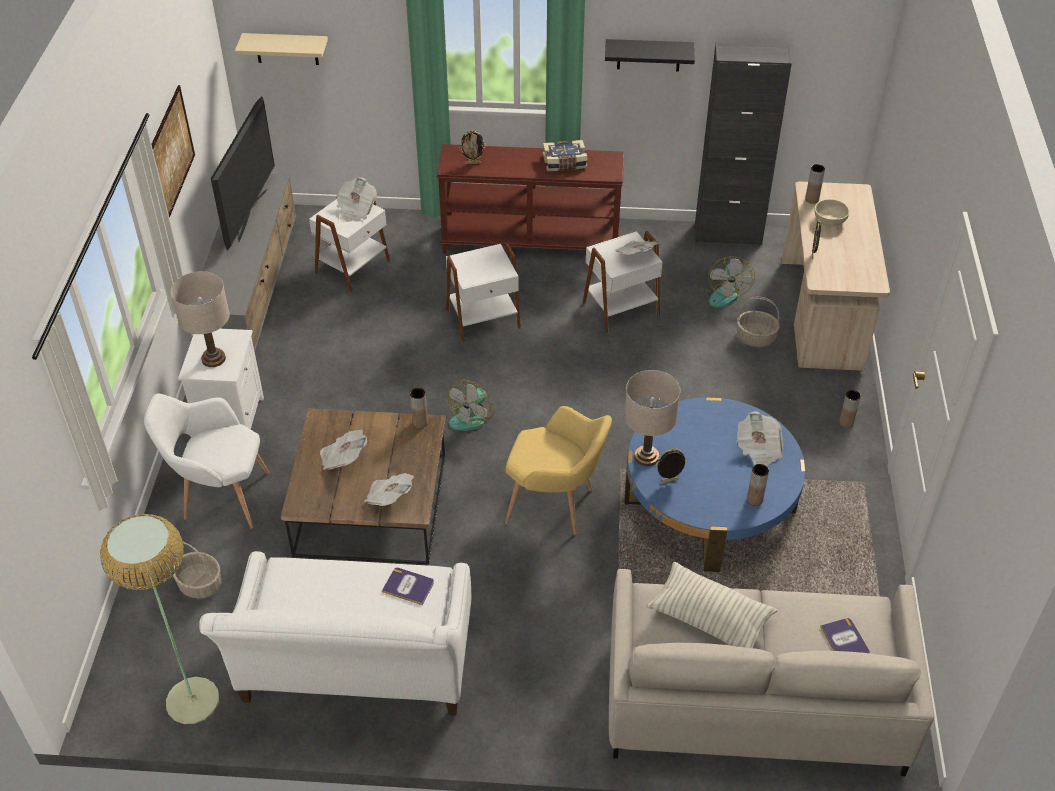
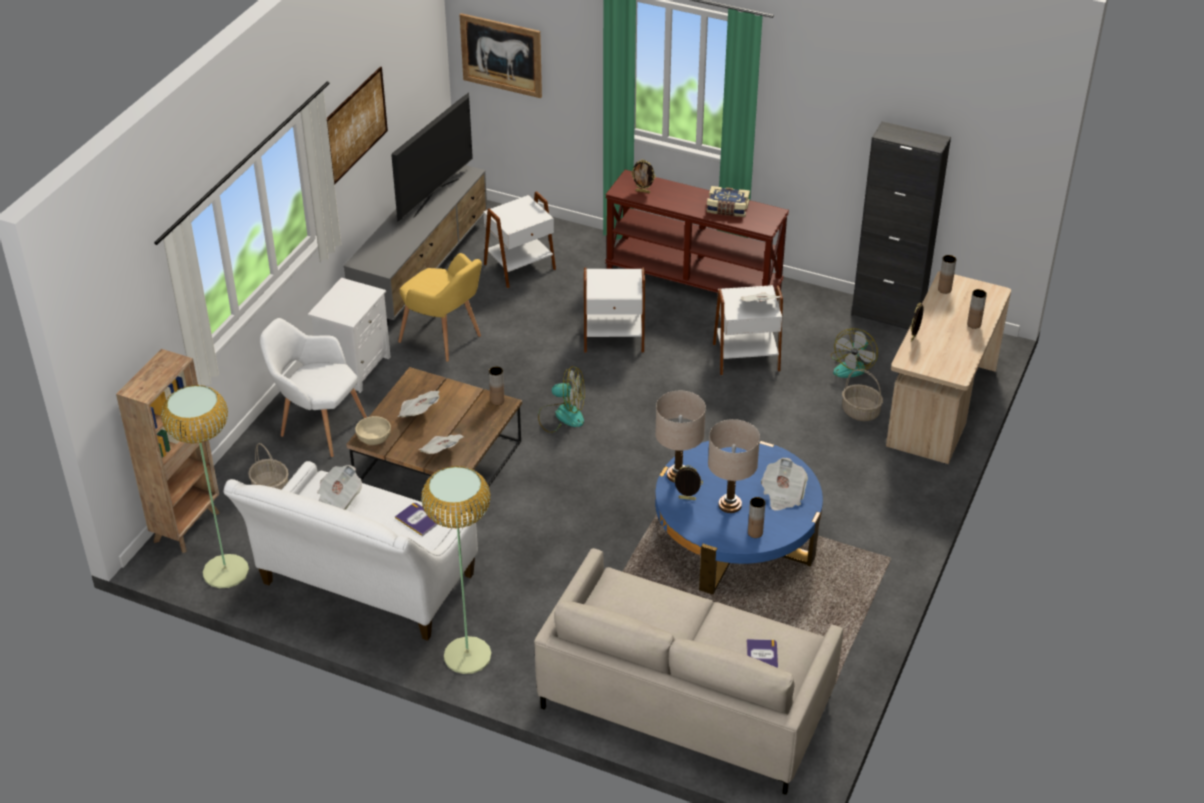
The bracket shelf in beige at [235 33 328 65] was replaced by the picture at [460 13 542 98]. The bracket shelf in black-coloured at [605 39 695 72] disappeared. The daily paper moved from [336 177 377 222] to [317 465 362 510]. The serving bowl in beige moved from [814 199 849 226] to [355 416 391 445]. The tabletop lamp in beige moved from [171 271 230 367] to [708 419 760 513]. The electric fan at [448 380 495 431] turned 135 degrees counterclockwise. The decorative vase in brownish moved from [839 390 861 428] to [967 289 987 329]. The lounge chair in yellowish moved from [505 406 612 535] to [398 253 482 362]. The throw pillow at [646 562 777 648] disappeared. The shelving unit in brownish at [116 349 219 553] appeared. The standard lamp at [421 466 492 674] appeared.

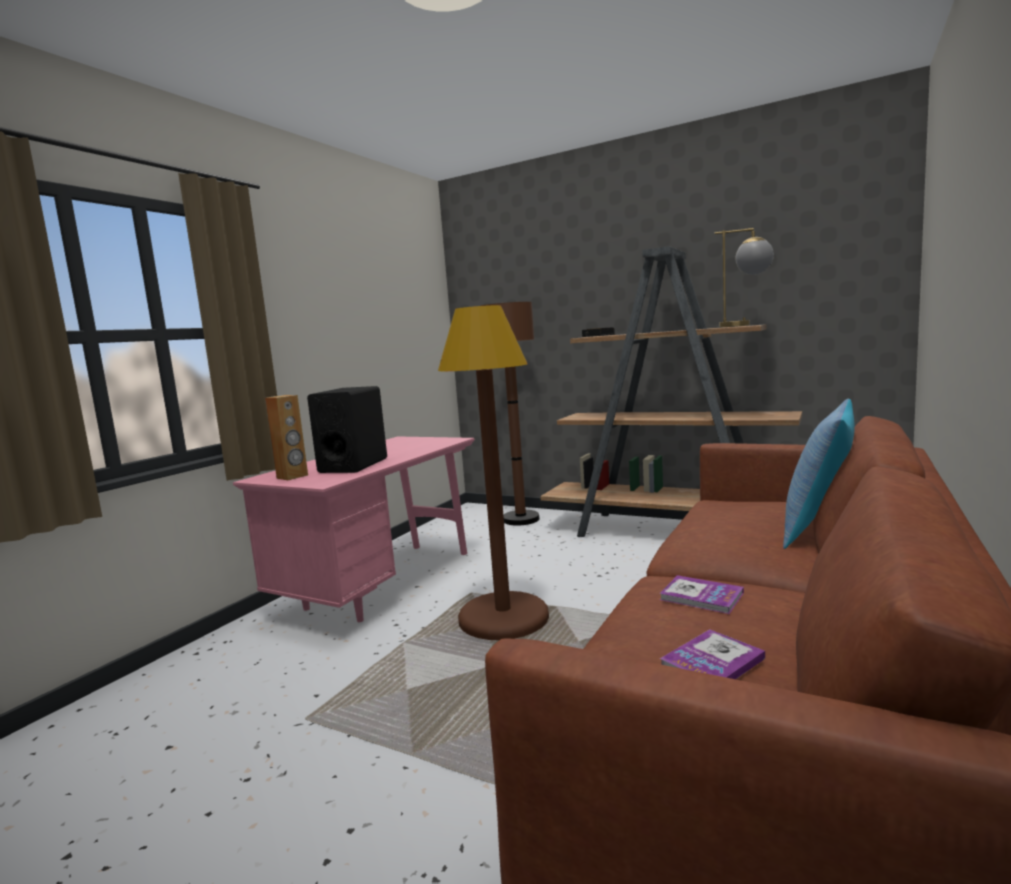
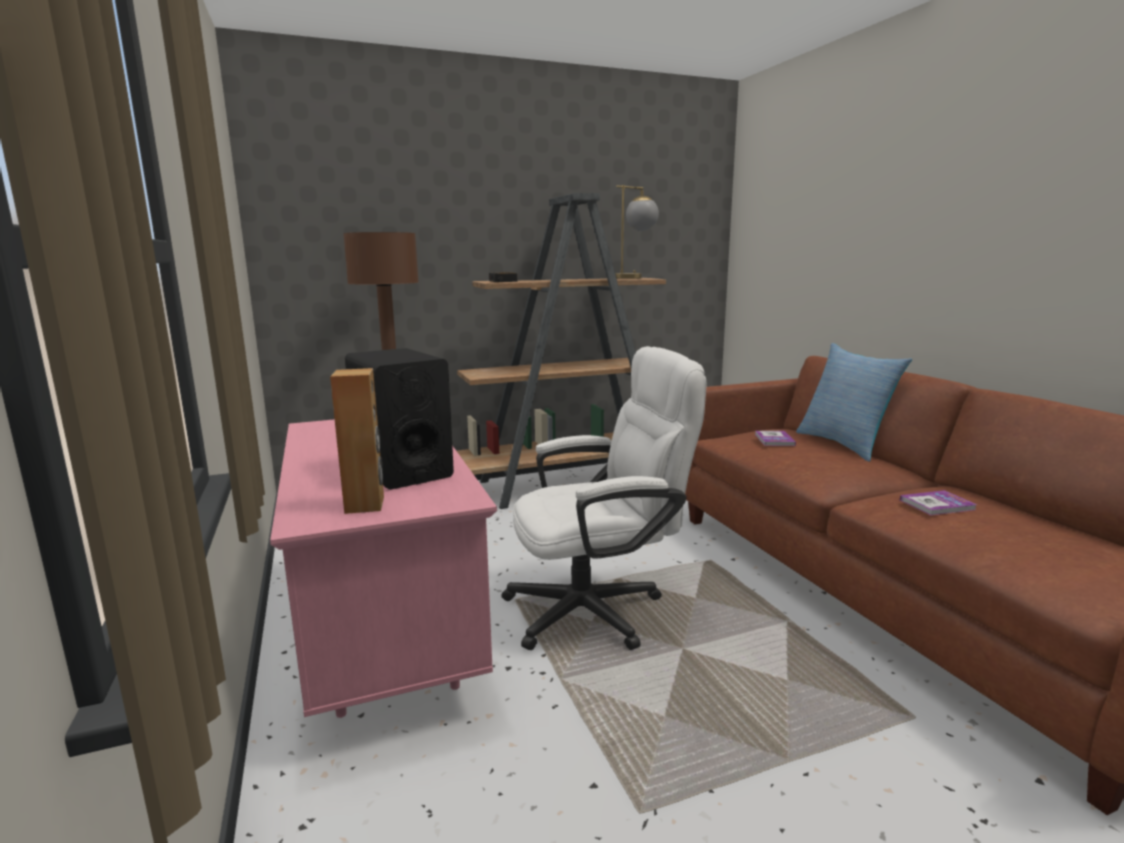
The standard lamp in brownish at [438 305 549 640] was replaced by the desk chair in white-coloured at [501 346 707 650]. The volume moved from [660 629 765 679] to [755 431 796 446].

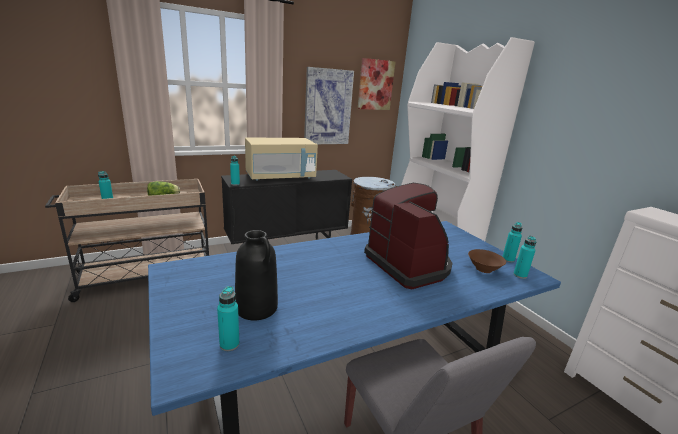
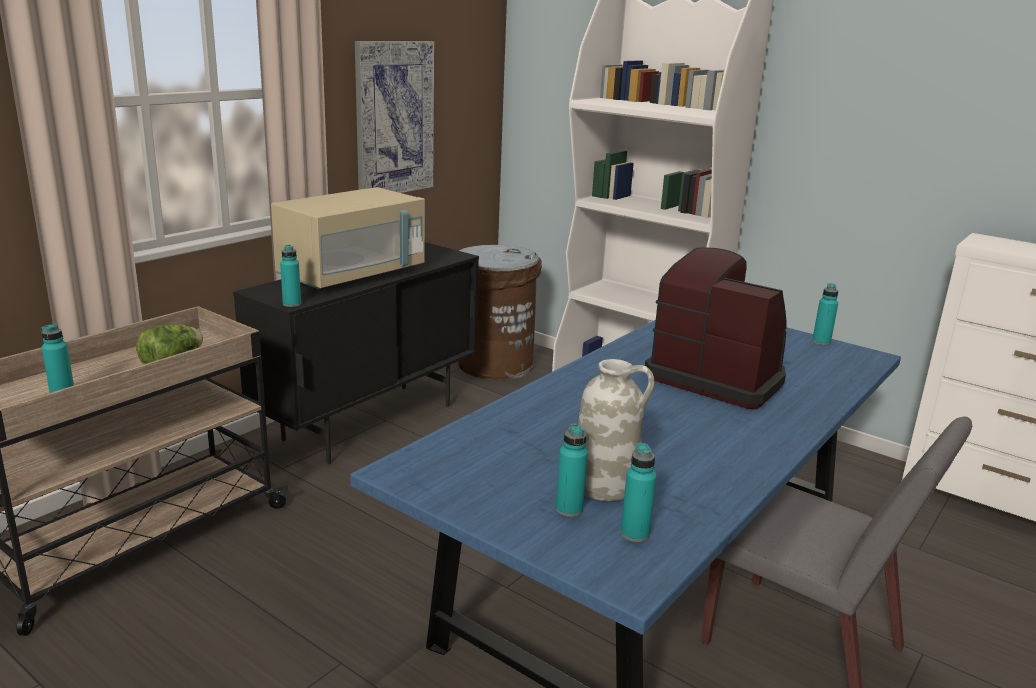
The picture at [358 58 395 110] disappeared. The decorative vase in black-coloured at [235 230 278 320] became the decorative vase in white-coloured at [578 359 654 501]. The beverage bottle in turquoise-coloured moved from [513 236 536 279] to [556 424 588 517]. The serving bowl in brownish at [468 249 506 273] disappeared.

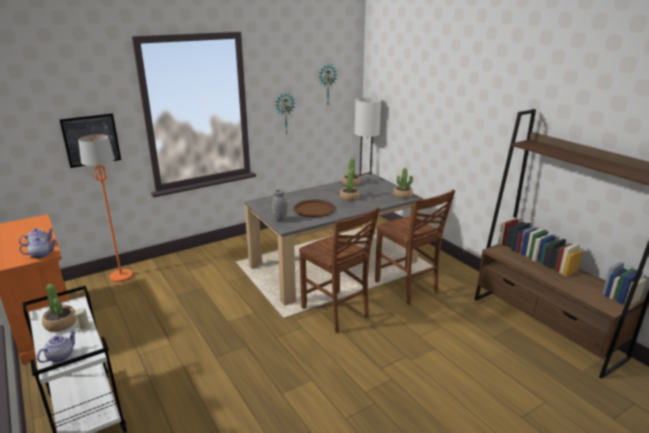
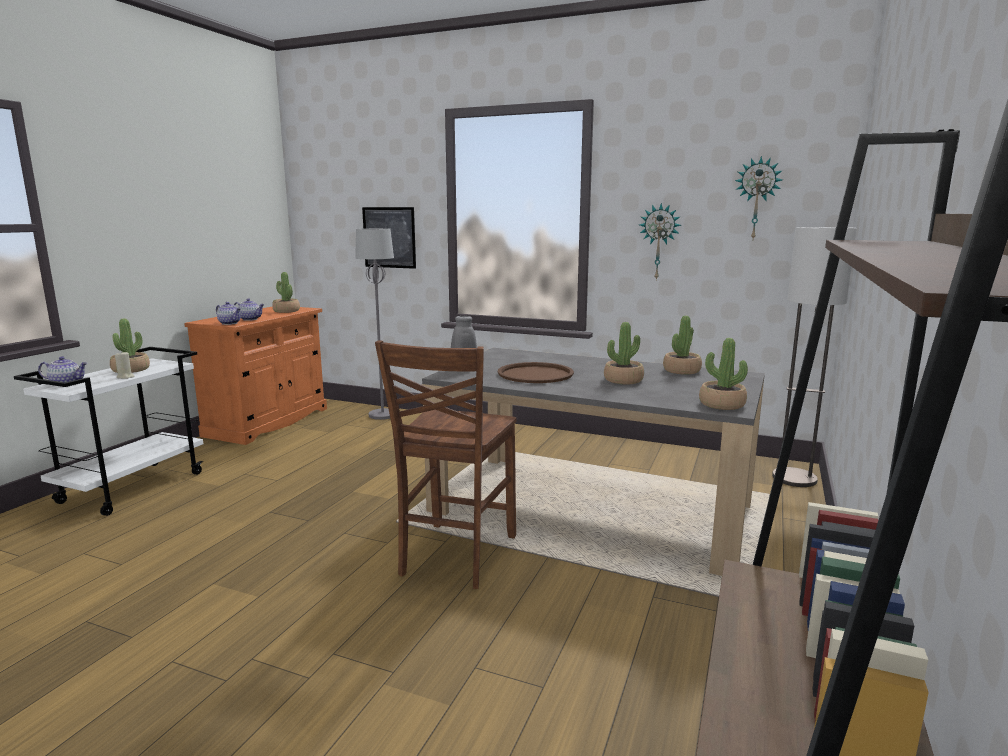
The standard lamp in orange-coloured at [78 134 133 282] became the standard lamp in grey at [355 228 394 420]. The chair in brownish at [375 189 456 305] disappeared. The plant in a pot at [272 272 300 313] appeared.

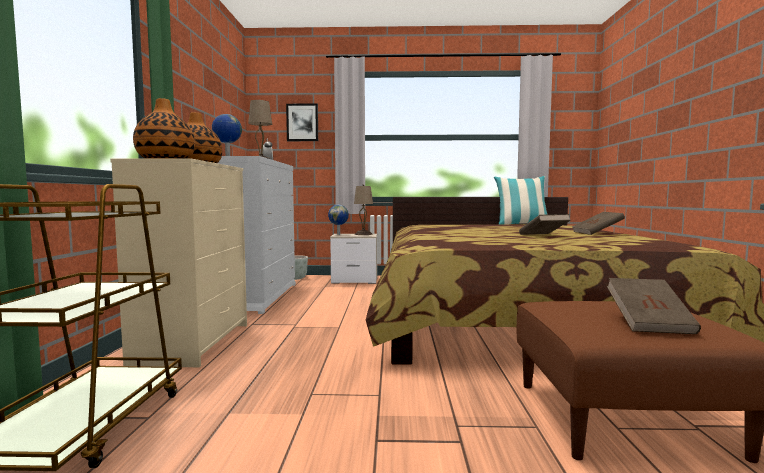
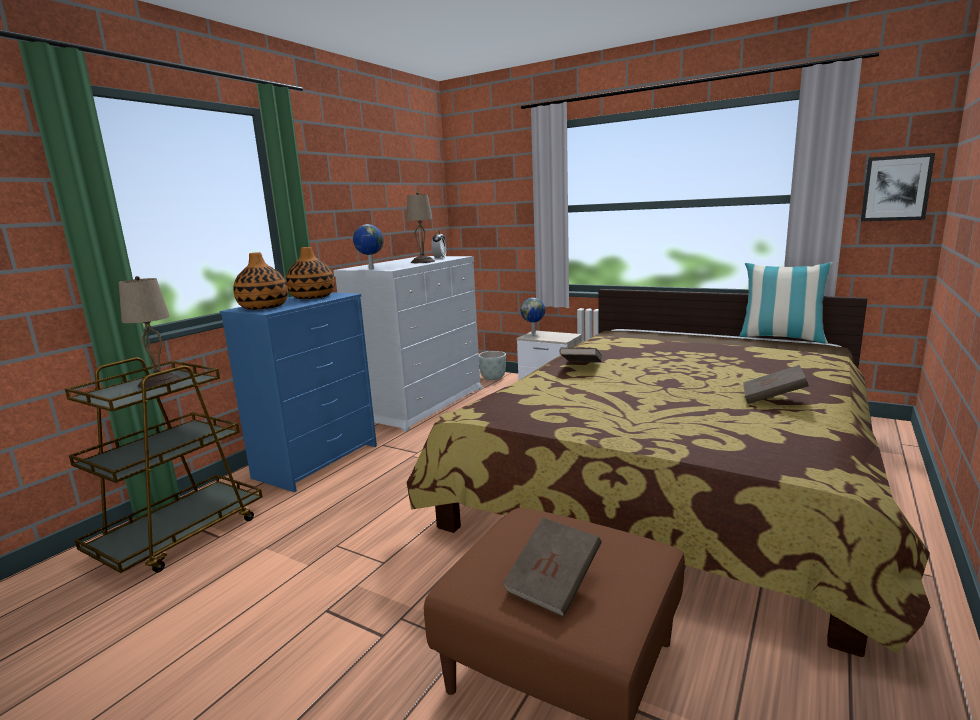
The picture moved from [286 103 318 141] to [861 153 935 221]. The chest of drawers in beige at [110 158 247 367] became the chest of drawers in blue-coloured at [220 292 377 492]. The tabletop lamp in beige moved from [354 184 373 235] to [119 276 181 389]. The volume in brownish moved from [519 214 570 235] to [559 348 602 362].

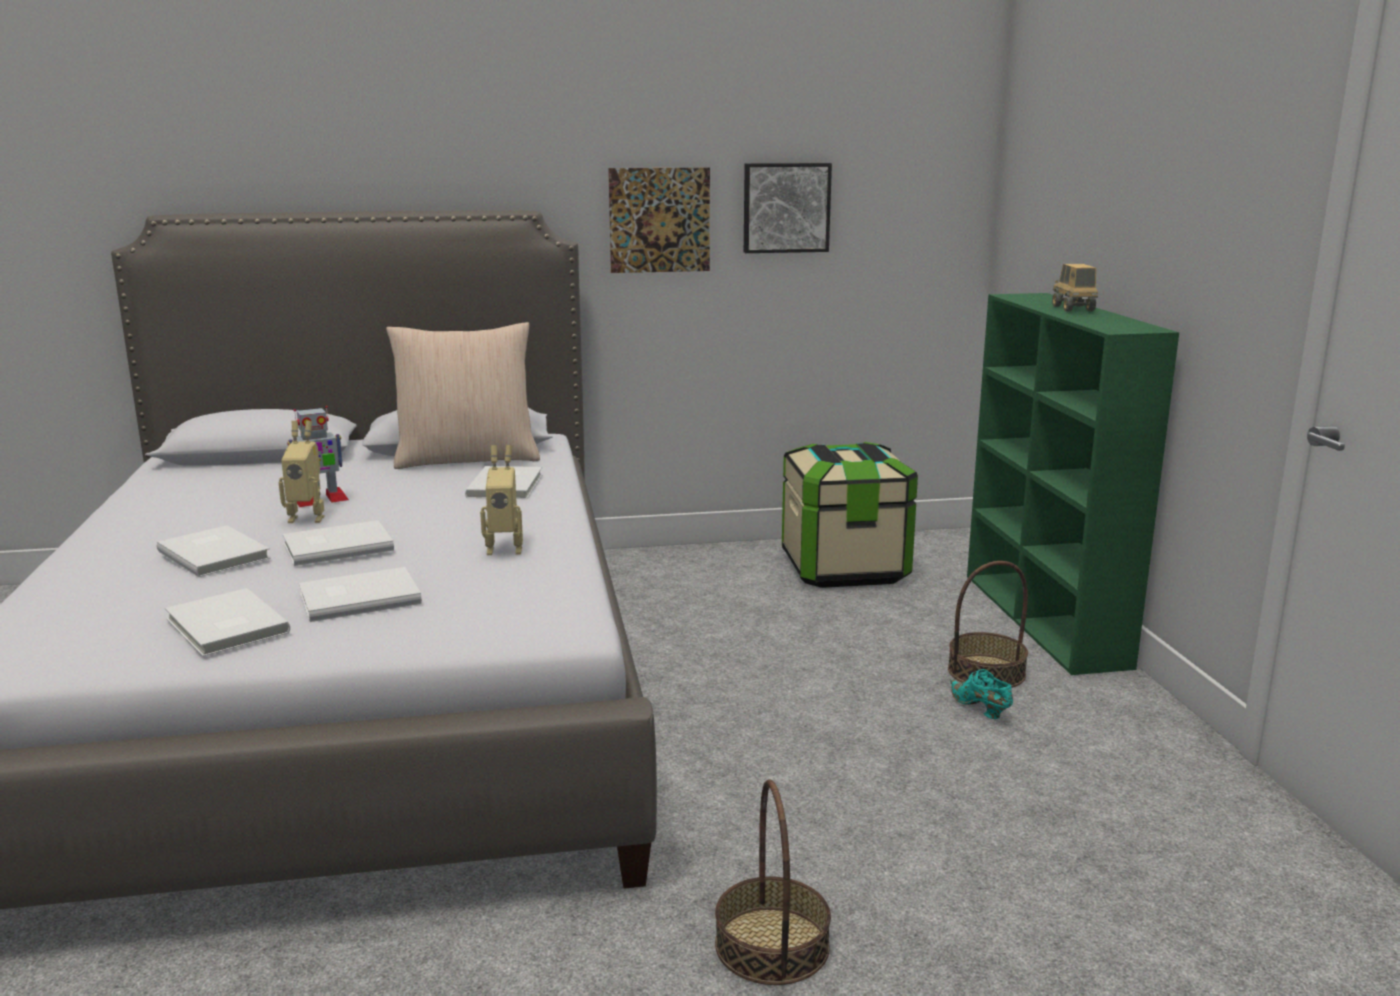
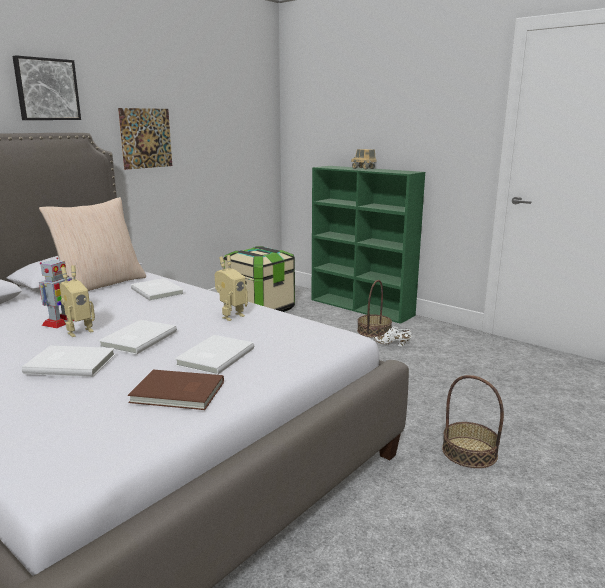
The picture moved from [744 163 832 253] to [12 55 81 120]. The volume in white-coloured at [165 588 290 657] became the volume in brownish at [128 370 224 410]. The shoe in turquoise-coloured at [950 669 1013 719] became the shoe in white-coloured at [373 326 412 346].

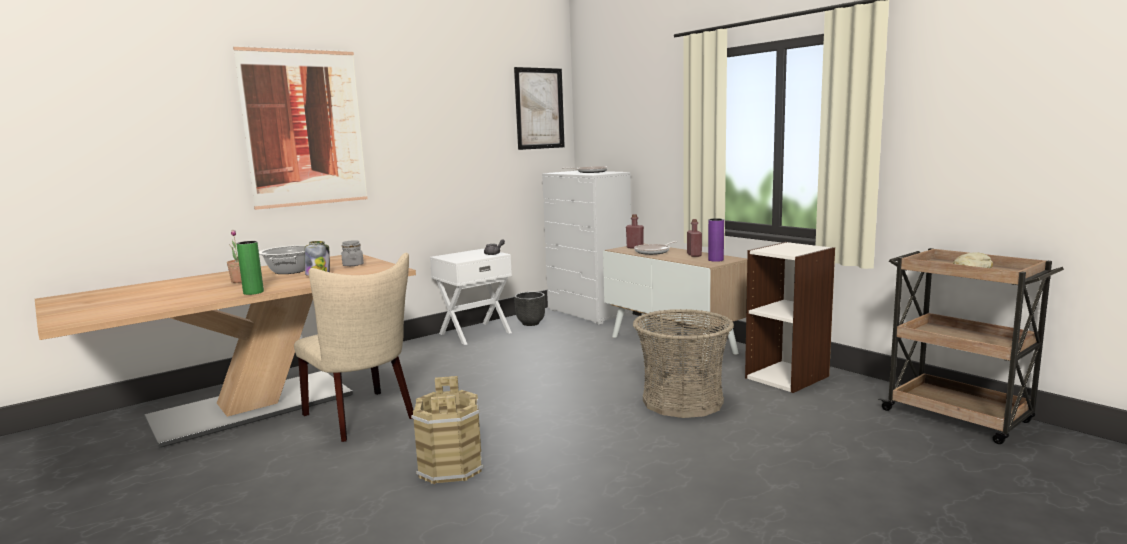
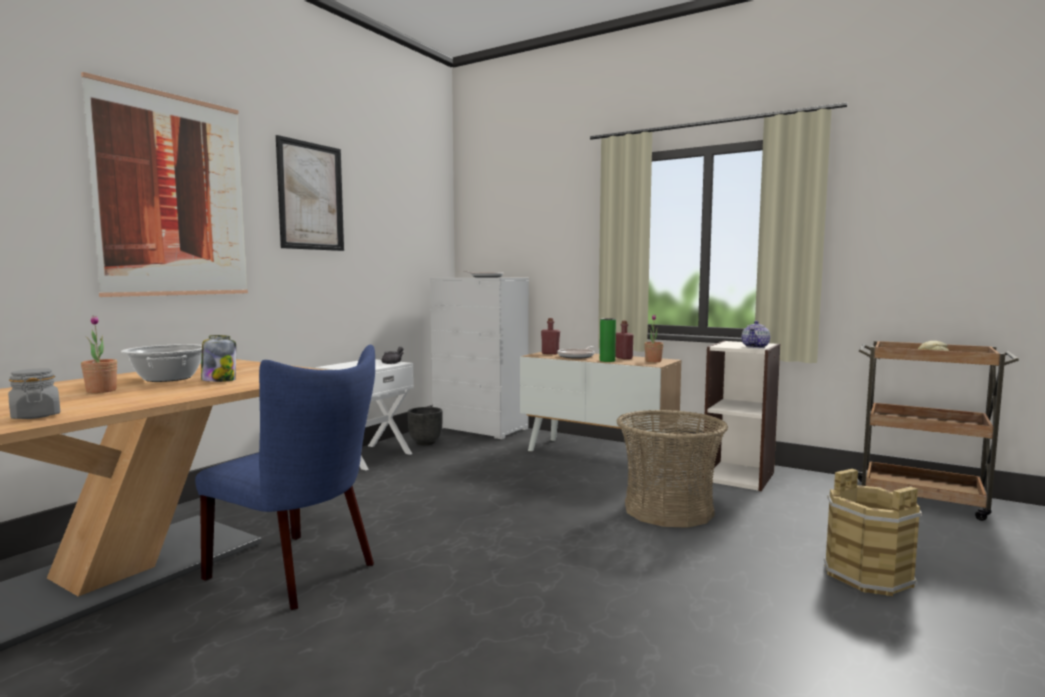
The picture moved from [514 67 565 150] to [276 135 344 251]. The decorative vase in purple-coloured at [708 218 724 262] was replaced by the plant in a pot at [644 314 663 362]. The jar in grey moved from [341 240 364 266] to [8 368 60 419]. The decorative vase in greenish moved from [237 241 264 295] to [600 318 616 362]. The chair in beige at [294 253 413 442] became the chair in blue-coloured at [195 345 375 610]. The bucket in brownish moved from [411 376 483 484] to [824 469 922 596]. The pot for tea at [741 321 770 348] appeared.

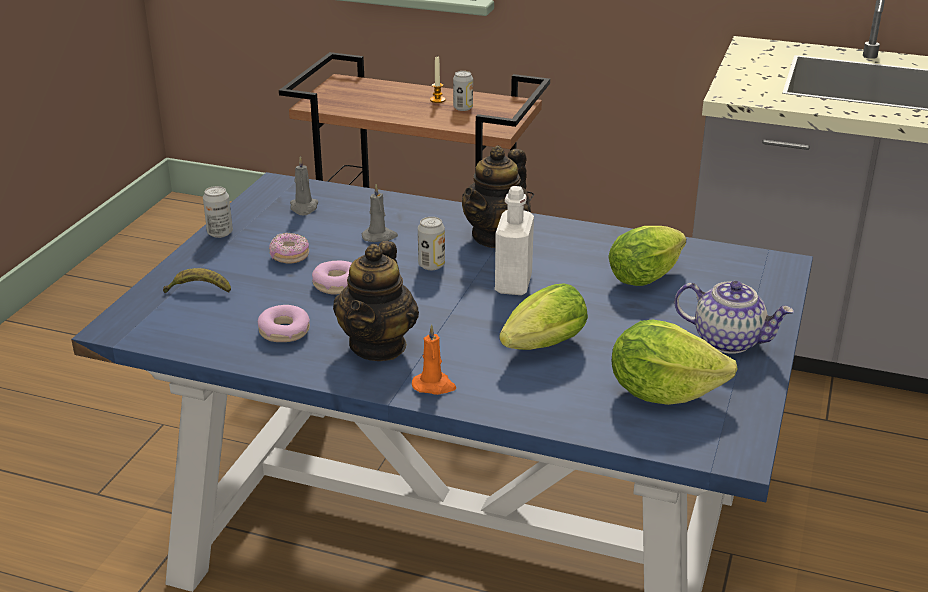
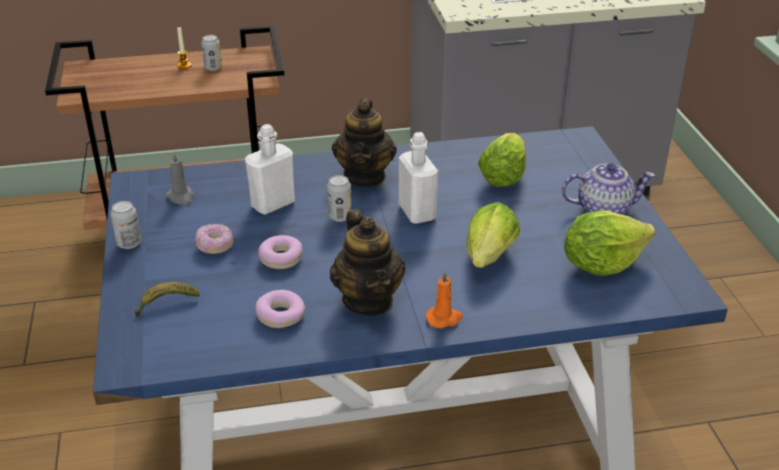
The wax light in grey at [362 184 398 242] was replaced by the beverage bottle in white-coloured at [245 124 295 215].

